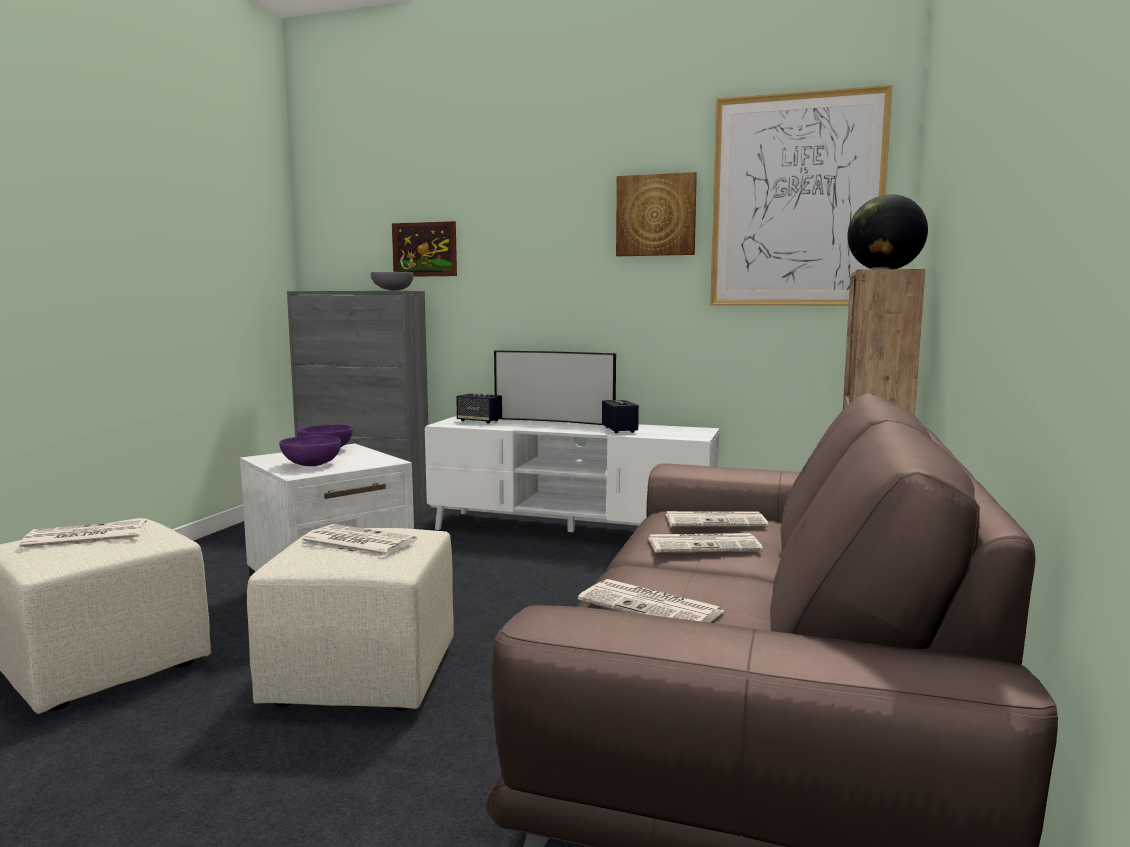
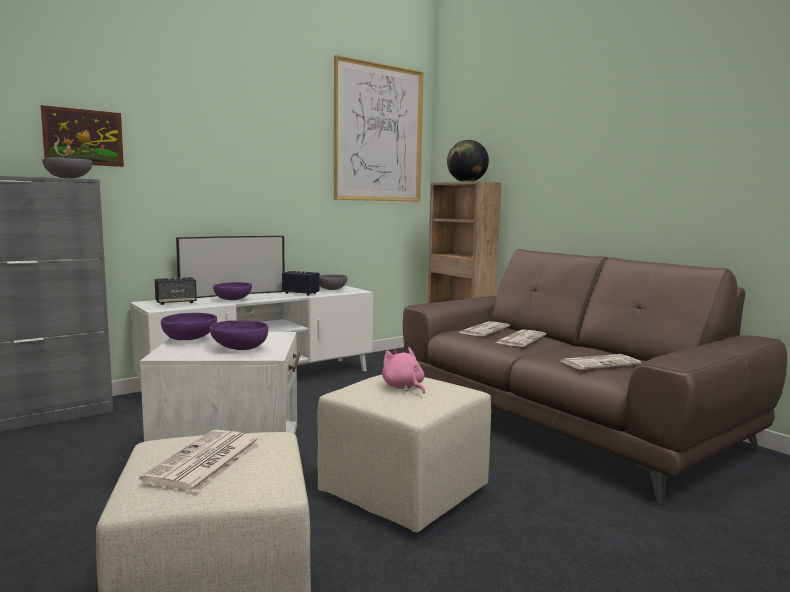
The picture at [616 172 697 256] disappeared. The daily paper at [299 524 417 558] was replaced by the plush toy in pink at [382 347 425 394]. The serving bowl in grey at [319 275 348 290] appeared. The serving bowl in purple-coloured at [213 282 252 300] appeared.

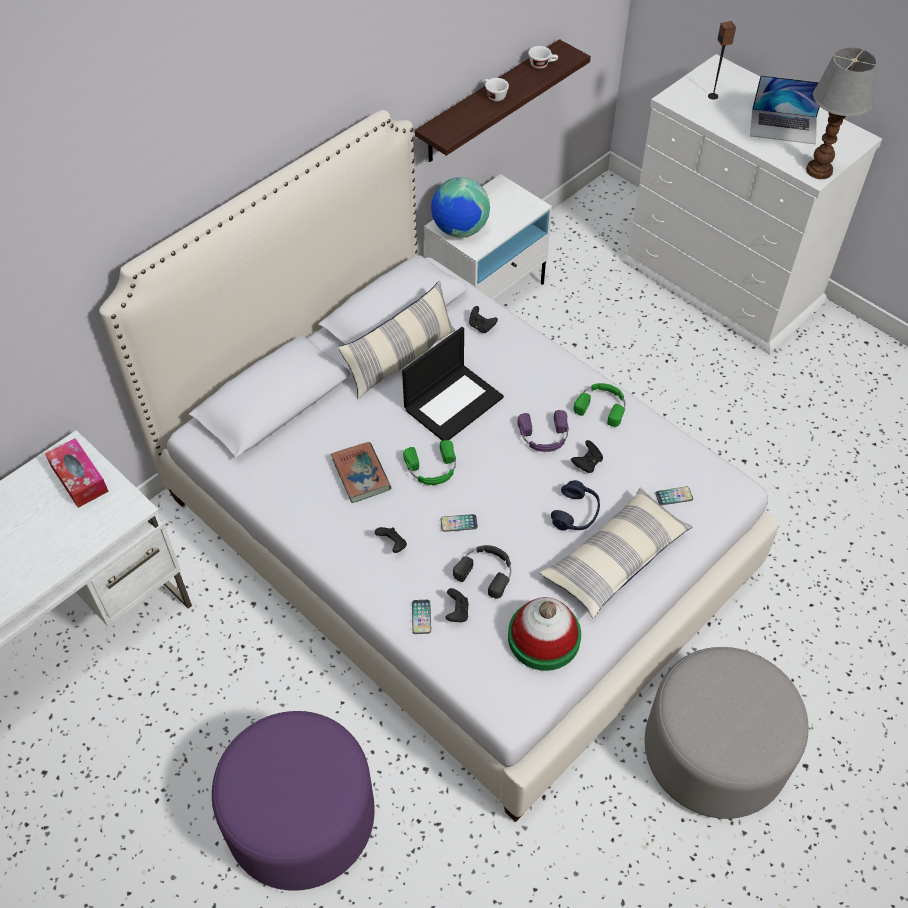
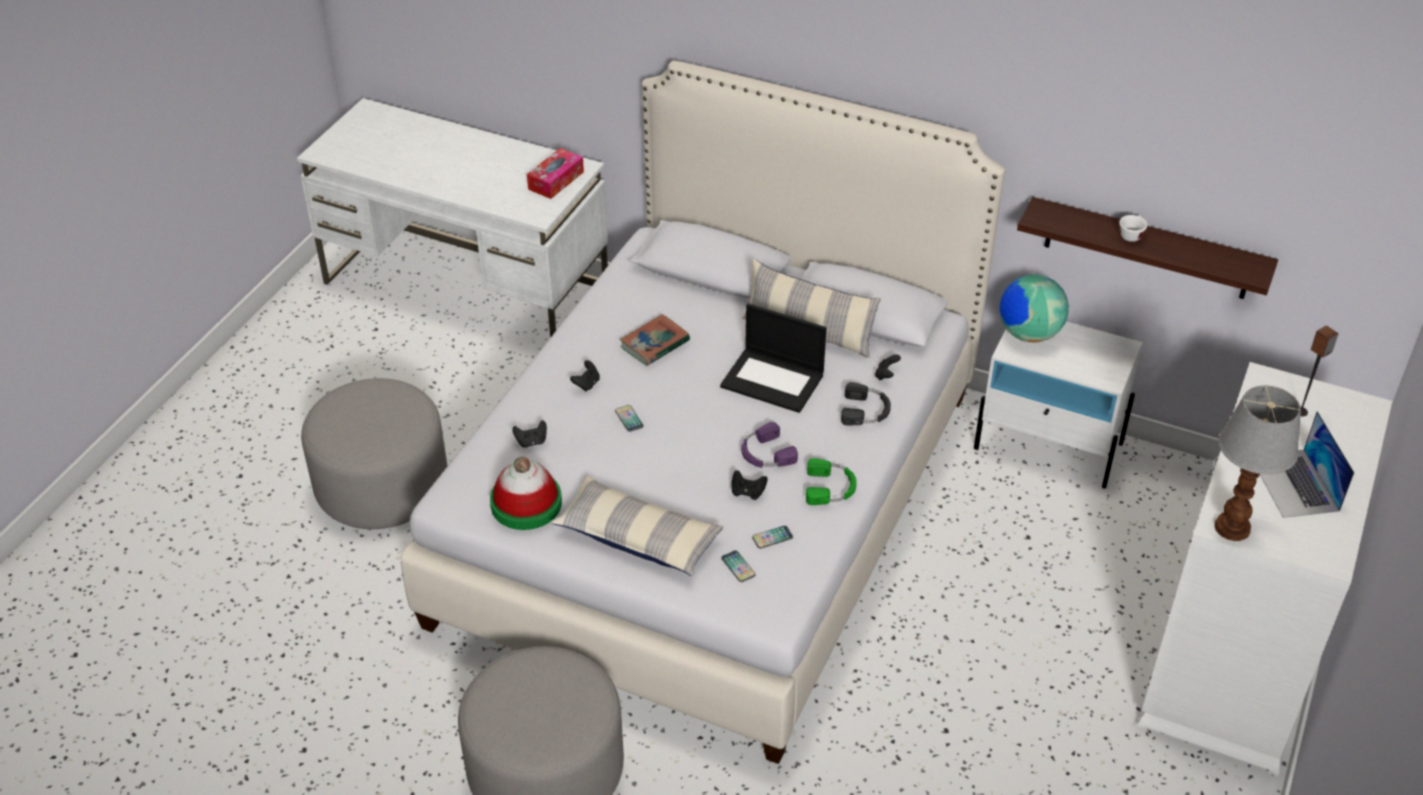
The drinking cup in white-coloured at [529 46 558 69] disappeared. The pair of headphones in greenish at [403 440 456 485] disappeared. The pair of headphones in blue-coloured at [551 480 600 531] disappeared. The pair of headphones in black-coloured moved from [453 545 511 599] to [841 382 891 425]. The telephone moved from [412 600 431 634] to [752 526 793 549]. The footrest in purple-coloured at [212 711 375 891] became the footrest in grey at [301 378 447 529].

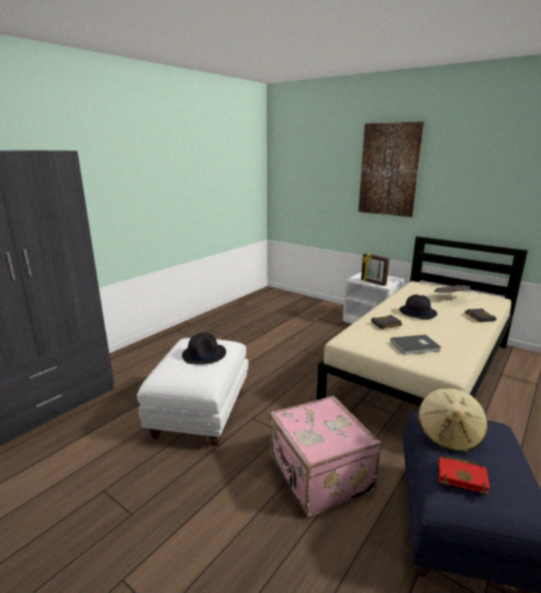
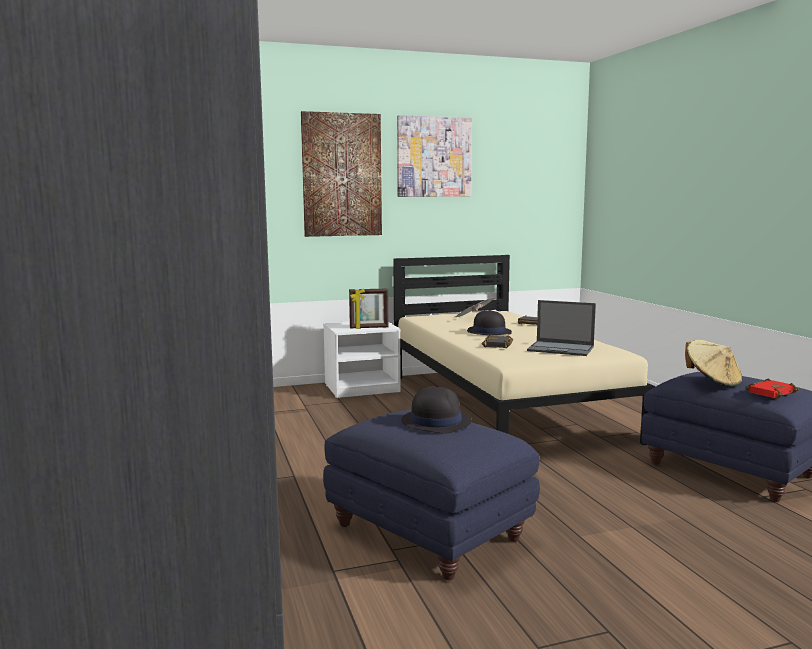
The volume in grey at [390 335 441 355] was replaced by the notebook computer at [527 300 596 356]. The footrest in white-coloured at [137 338 249 446] became the footrest in blue-coloured at [323 409 540 580]. The travel case in pink at [269 396 381 517] disappeared. The picture at [397 115 472 197] appeared.

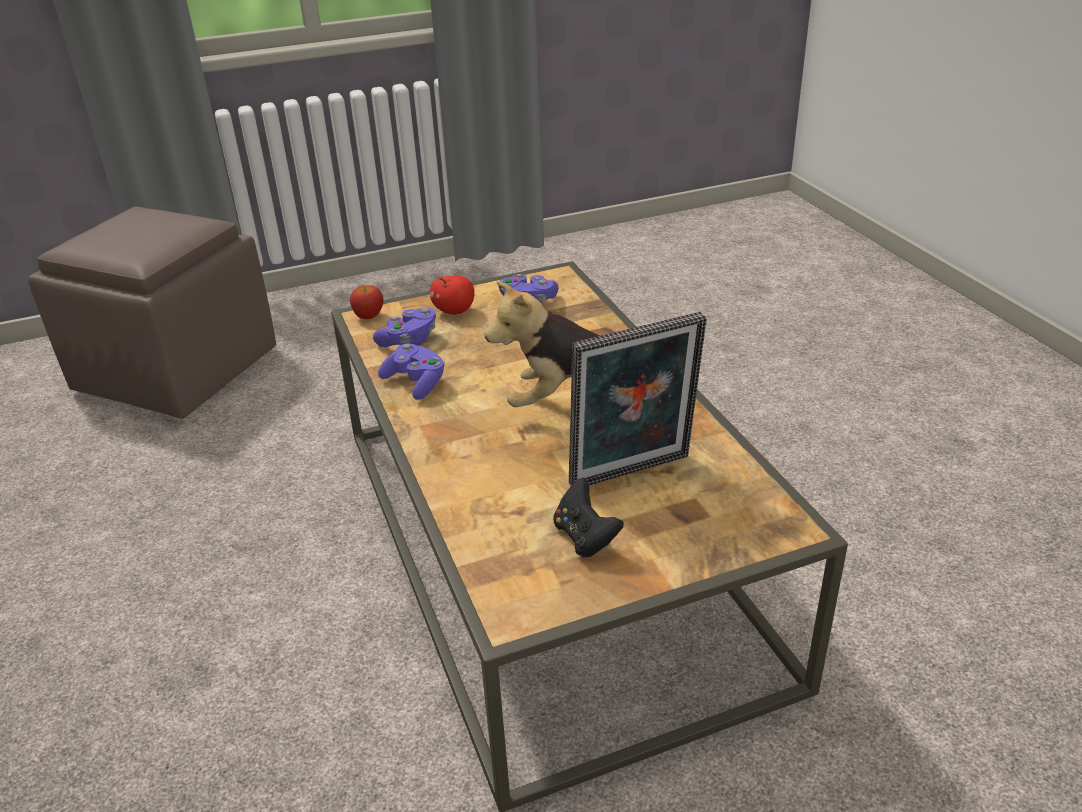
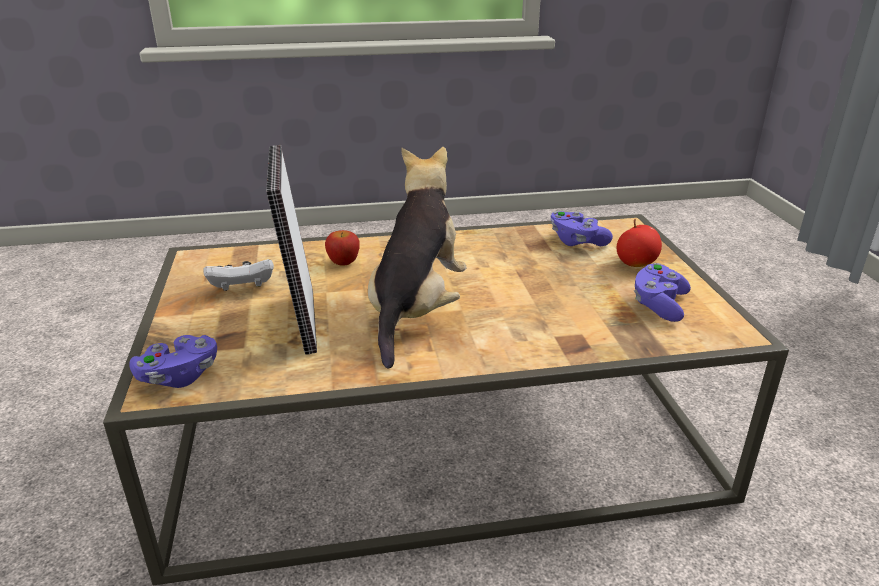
The footrest in brownish at [28 206 276 418] disappeared. The apple fruit moved from [350 285 384 319] to [325 230 360 266]. The joypad in purple-coloured moved from [378 344 445 400] to [129 335 217 388]. The joypad in black-coloured at [553 478 624 557] became the joypad in white-coloured at [203 259 274 291].

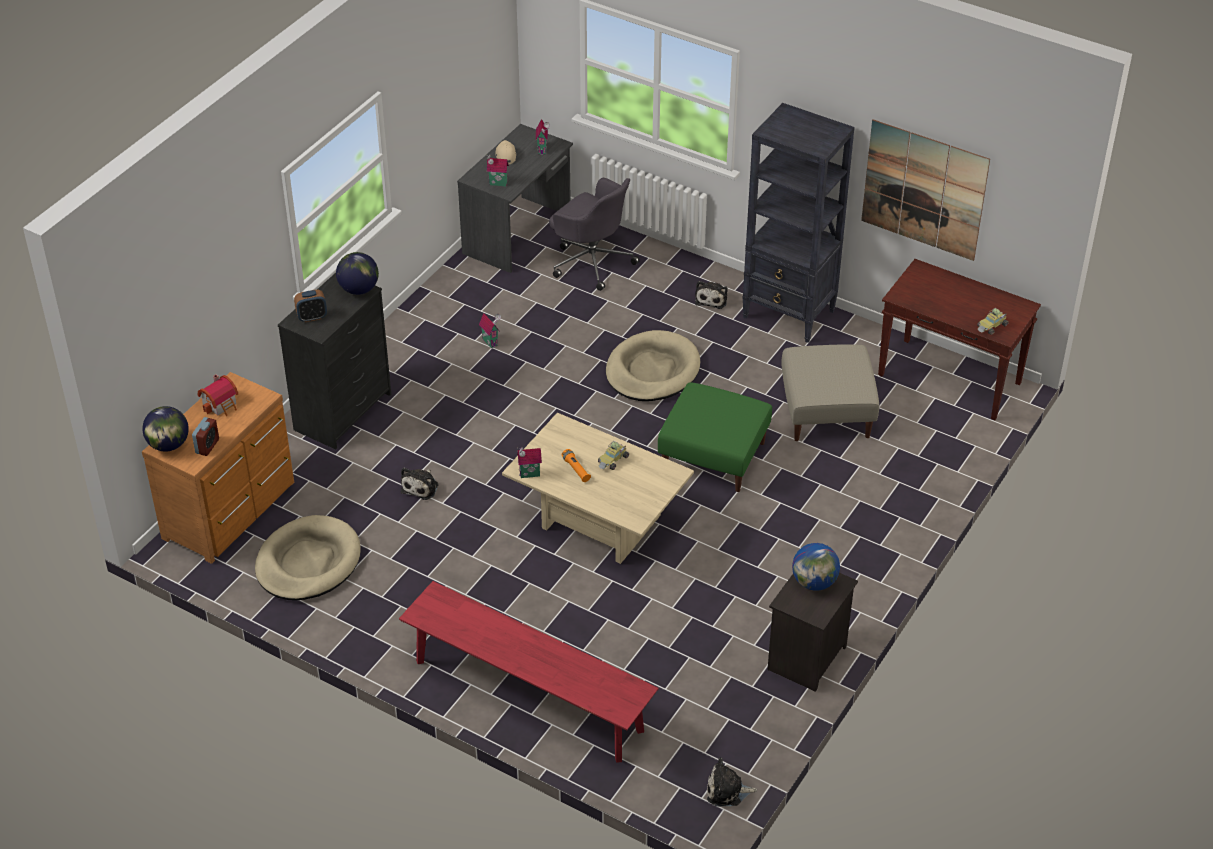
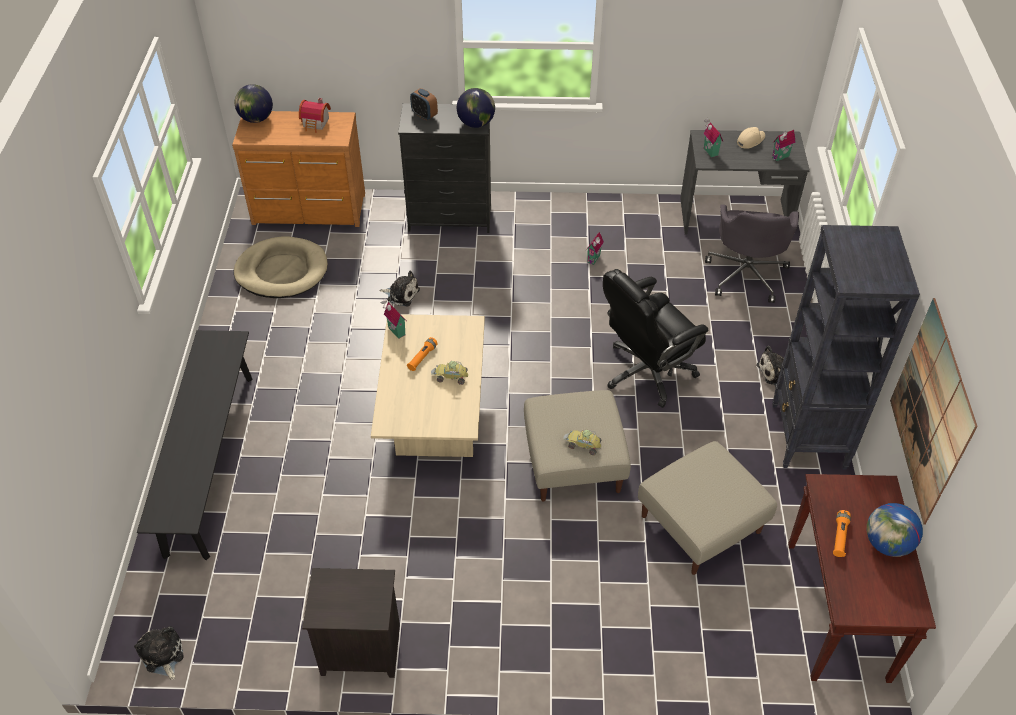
The toy car moved from [977 308 1009 335] to [564 429 601 455]. The dog cushion in beige at [606 330 700 401] was replaced by the desk chair in black-coloured at [603 269 708 408]. The footrest in greenish at [658 382 772 492] became the footrest in beige at [524 390 631 501]. The bedside clock at [192 417 219 456] disappeared. The plush toy at [401 468 438 500] turned 150 degrees counterclockwise. The desk globe moved from [792 543 840 591] to [867 503 923 557]. The long seat in reddish at [399 581 659 763] became the long seat in black-coloured at [137 330 253 560]. The torch in orange-coloured at [833 510 851 557] appeared.

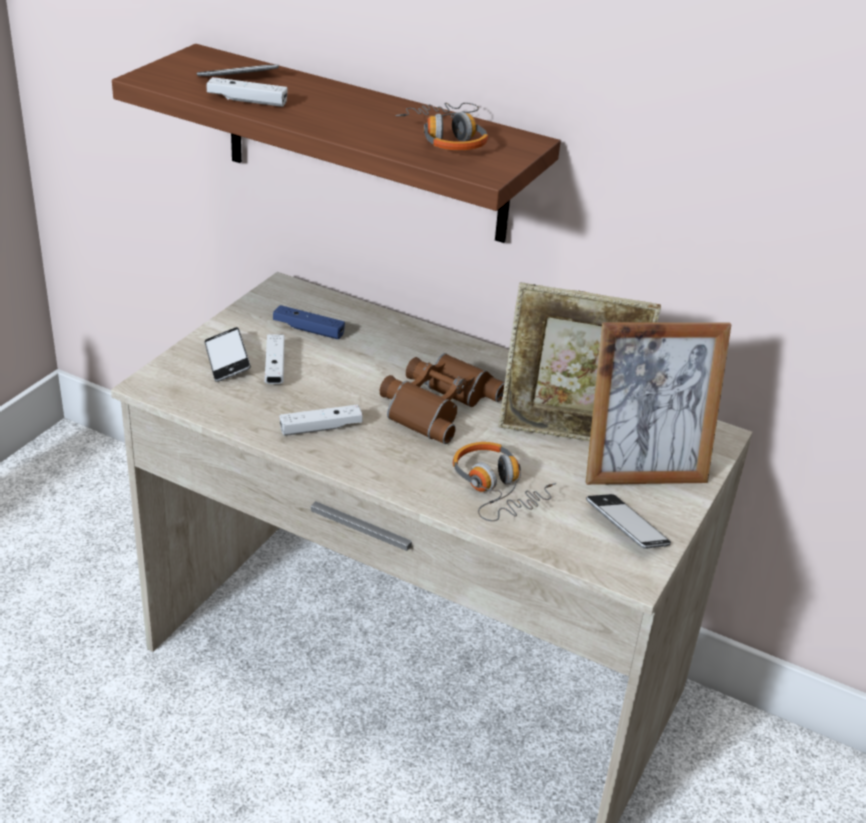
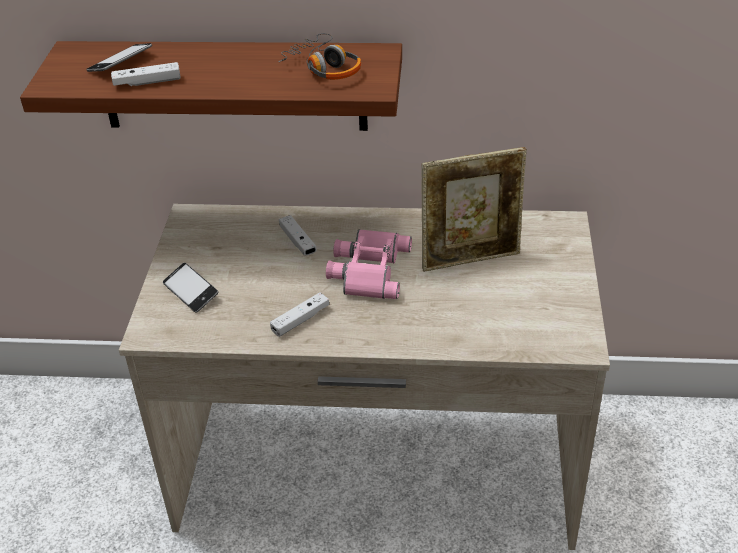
The joypad in blue-coloured at [273 305 345 339] disappeared. The picture frame at [586 322 732 485] disappeared. The joypad in white-coloured moved from [265 334 285 384] to [279 215 317 256]. The pair of binoculars in brownish at [380 353 505 444] became the pair of binoculars in pink at [326 229 412 299]. The pair of headphones at [453 442 556 521] disappeared. The telephone at [586 494 671 549] disappeared.

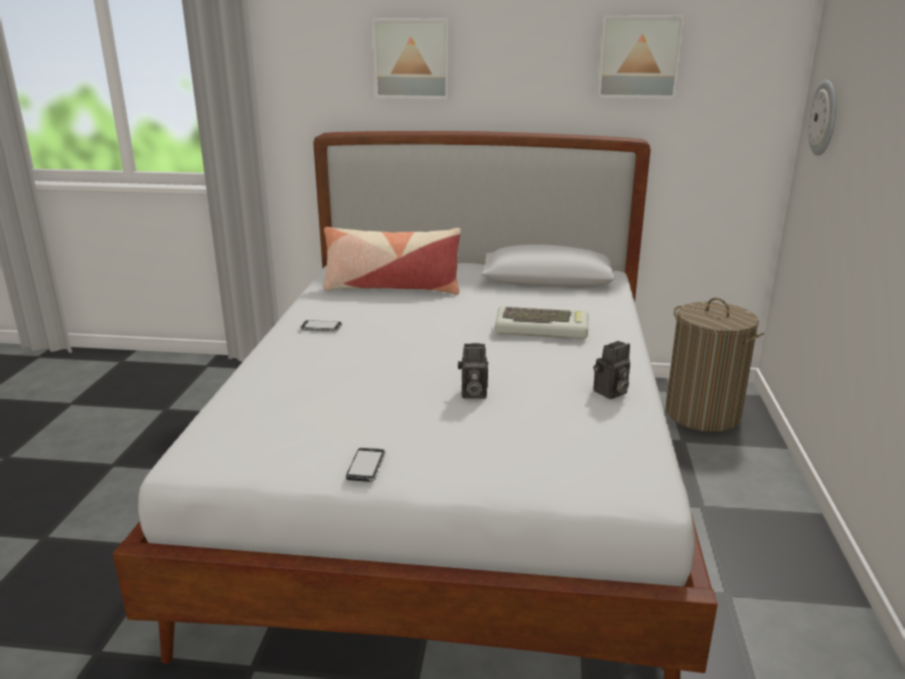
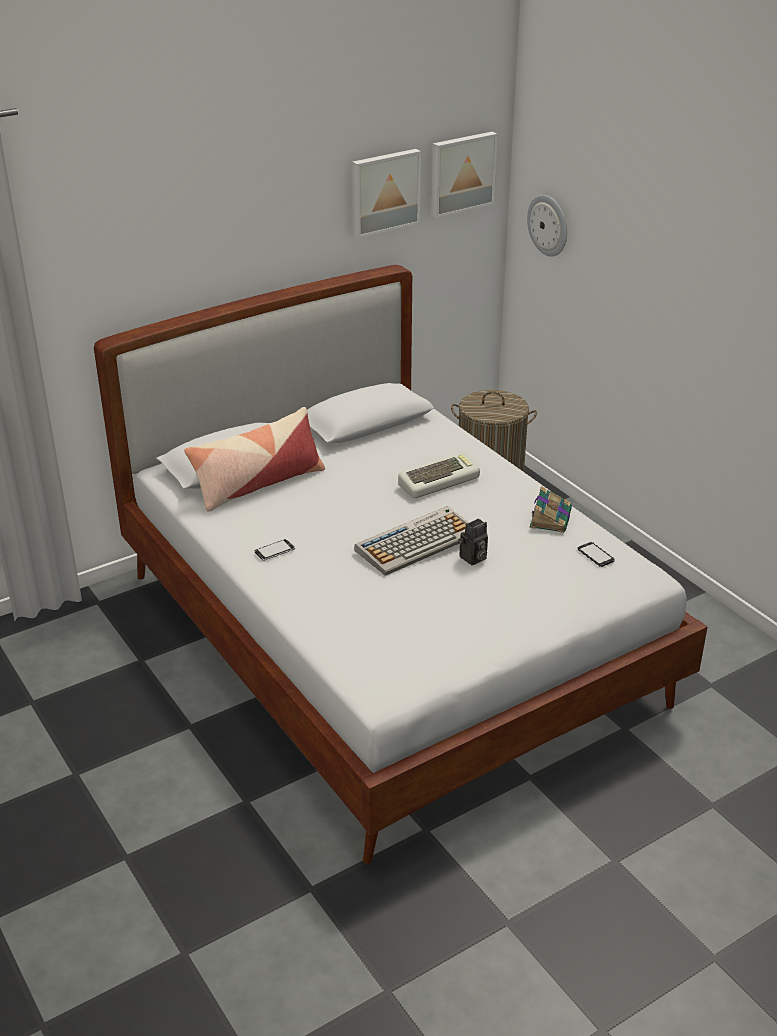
The picture moved from [372 19 450 99] to [431 132 498 218]. The photo camera at [593 341 630 399] was replaced by the volume at [529 486 572 533]. The telephone moved from [346 448 386 482] to [578 542 615 567]. The computer keyboard at [355 506 469 576] appeared.

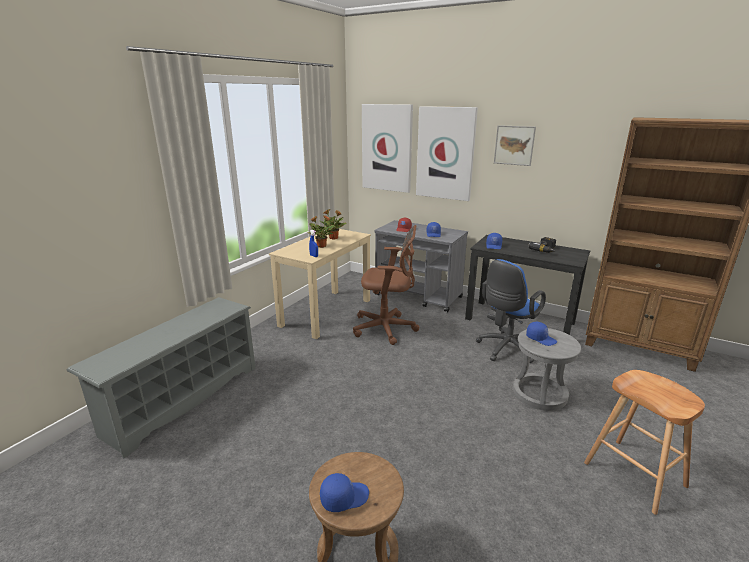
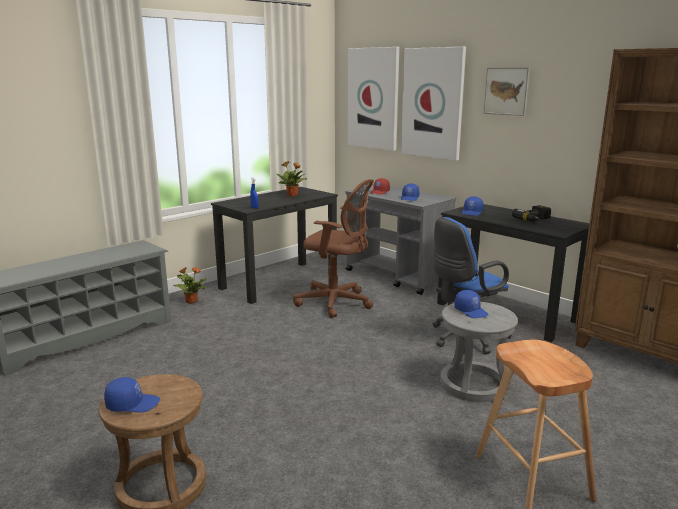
The plant in a pot moved from [307 216 334 248] to [173 267 207 304]. The desk table in beige at [269 229 371 339] became the desk table in black-coloured at [211 187 338 304].

